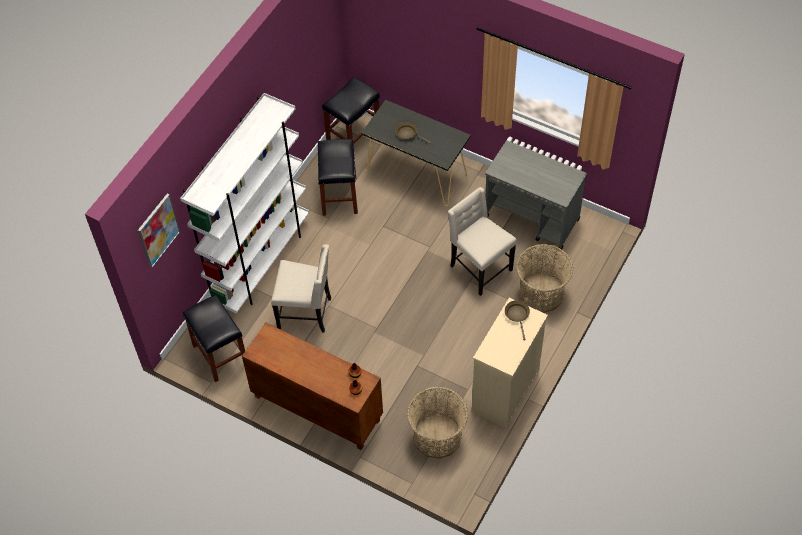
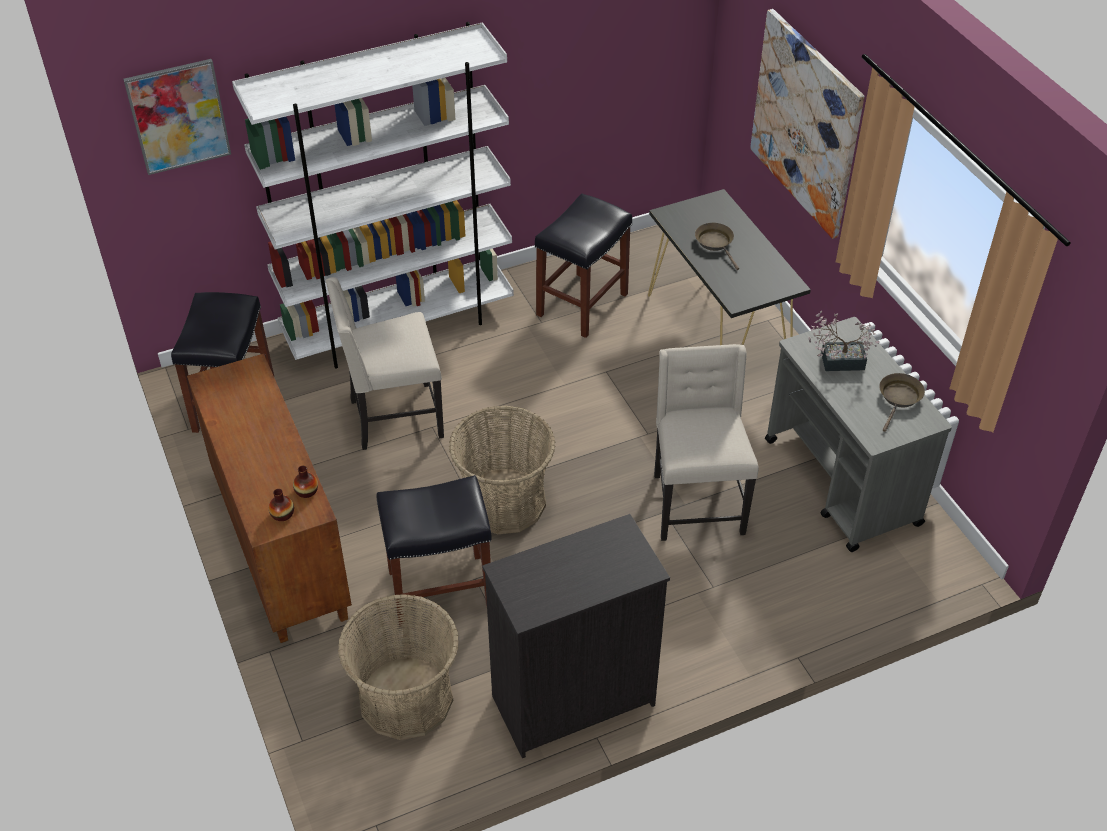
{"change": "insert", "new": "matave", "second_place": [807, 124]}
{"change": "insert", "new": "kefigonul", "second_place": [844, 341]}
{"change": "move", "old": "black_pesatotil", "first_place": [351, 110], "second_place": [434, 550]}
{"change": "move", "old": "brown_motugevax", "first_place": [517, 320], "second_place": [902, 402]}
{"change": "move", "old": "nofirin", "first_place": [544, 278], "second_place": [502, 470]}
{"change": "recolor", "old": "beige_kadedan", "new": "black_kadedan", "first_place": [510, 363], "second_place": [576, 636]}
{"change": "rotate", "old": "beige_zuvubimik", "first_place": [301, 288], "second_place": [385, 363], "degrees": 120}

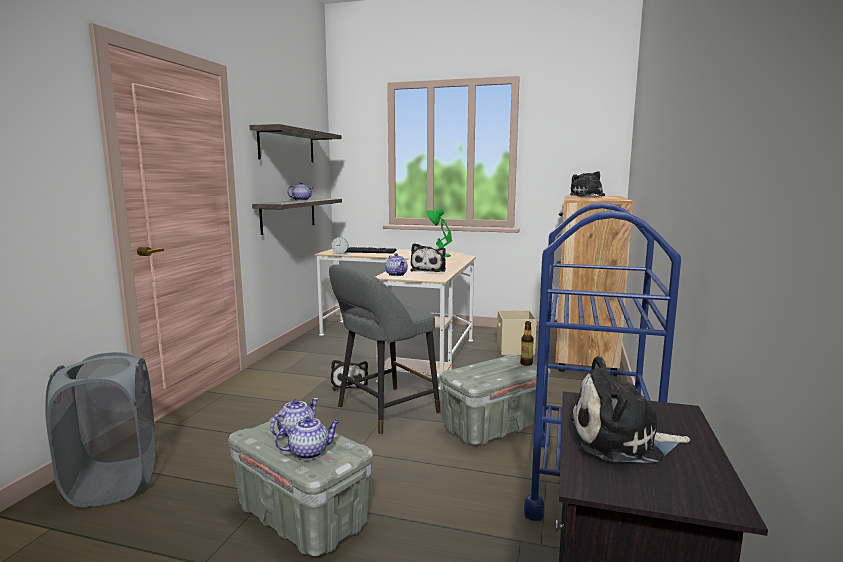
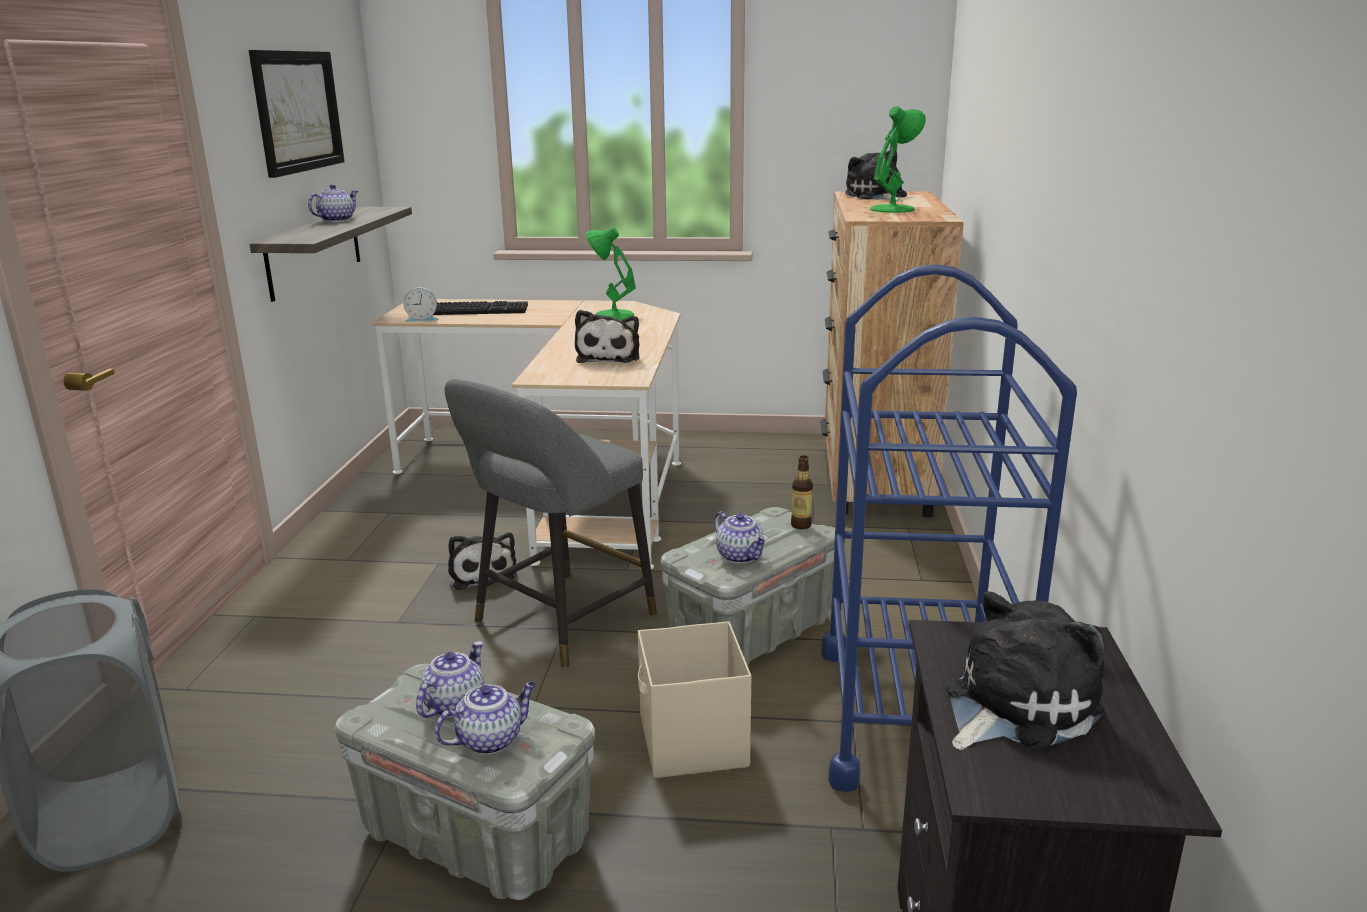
{"change": "insert", "new": "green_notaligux", "second_place": [898, 159]}
{"change": "move", "old": "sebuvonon", "first_place": [396, 264], "second_place": [741, 537]}
{"change": "move", "old": "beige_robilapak", "first_place": [517, 332], "second_place": [694, 699]}
{"change": "replace", "old": "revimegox", "new": "matave", "first_place": [295, 143], "second_place": [296, 114]}
{"change": "rotate", "old": "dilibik", "first_place": [630, 409], "second_place": [1025, 670], "degrees": 150}

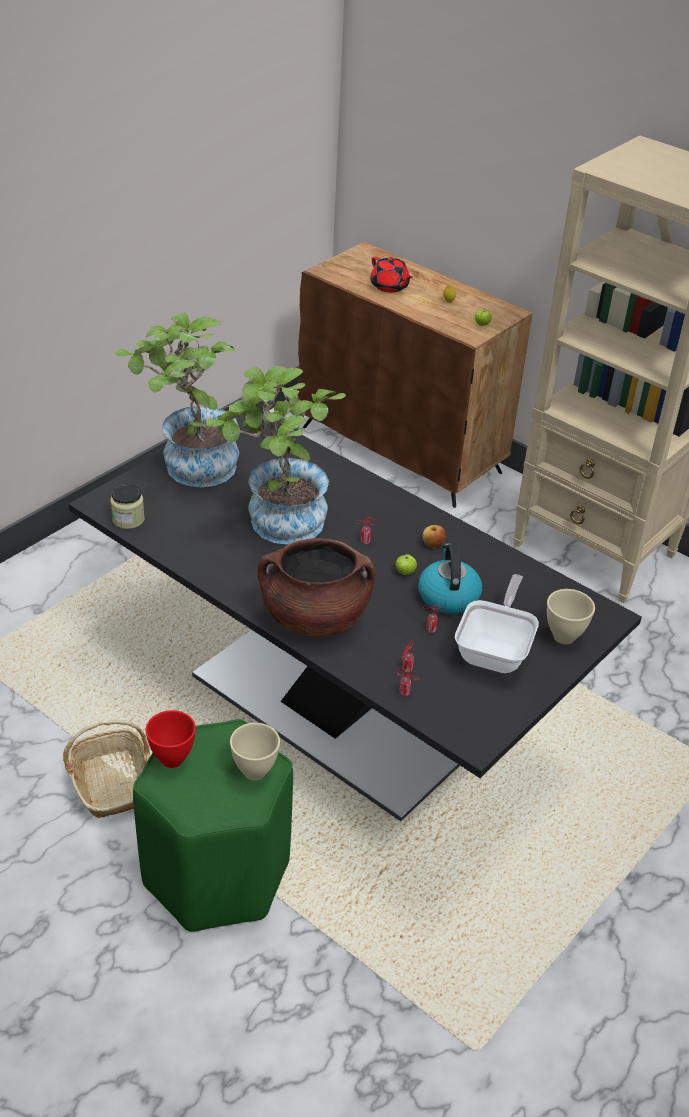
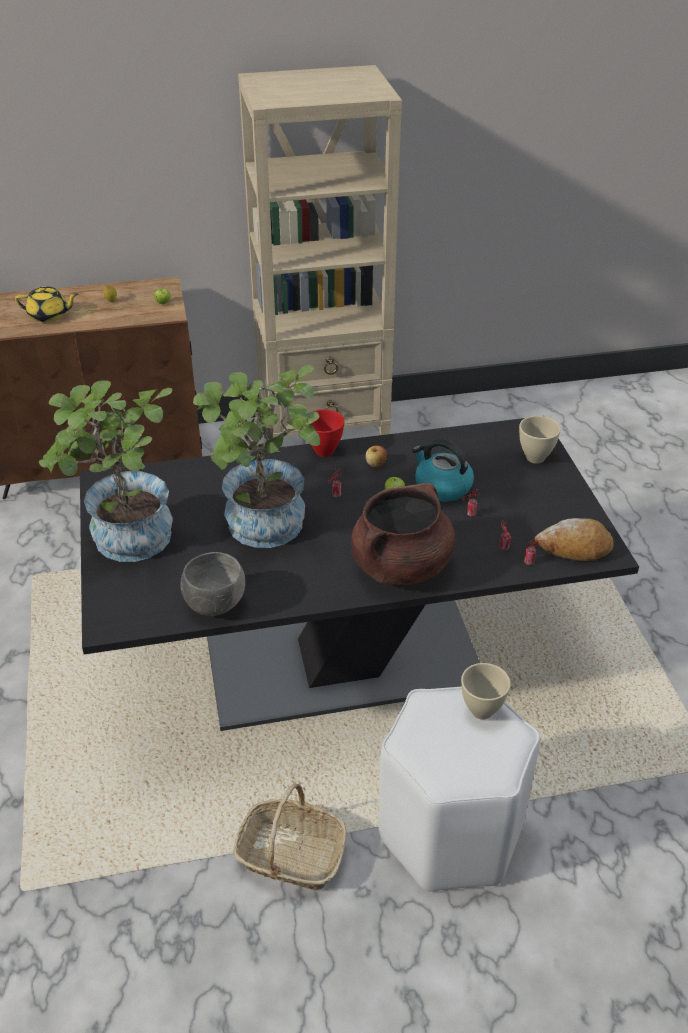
{"change": "delete", "old": "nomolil", "first_place": [127, 506]}
{"change": "delete", "old": "motugevax", "first_place": [497, 623]}
{"change": "insert", "new": "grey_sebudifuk", "second_place": [212, 584]}
{"change": "insert", "new": "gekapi", "second_place": [574, 539]}
{"change": "move", "old": "red_sebudifuk", "first_place": [171, 739], "second_place": [327, 433]}
{"change": "recolor", "old": "green_pesatotil", "new": "white_pesatotil", "first_place": [213, 825], "second_place": [459, 789]}
{"change": "recolor", "old": "red_sebuvonon", "new": "yellow_sebuvonon", "first_place": [391, 274], "second_place": [46, 304]}

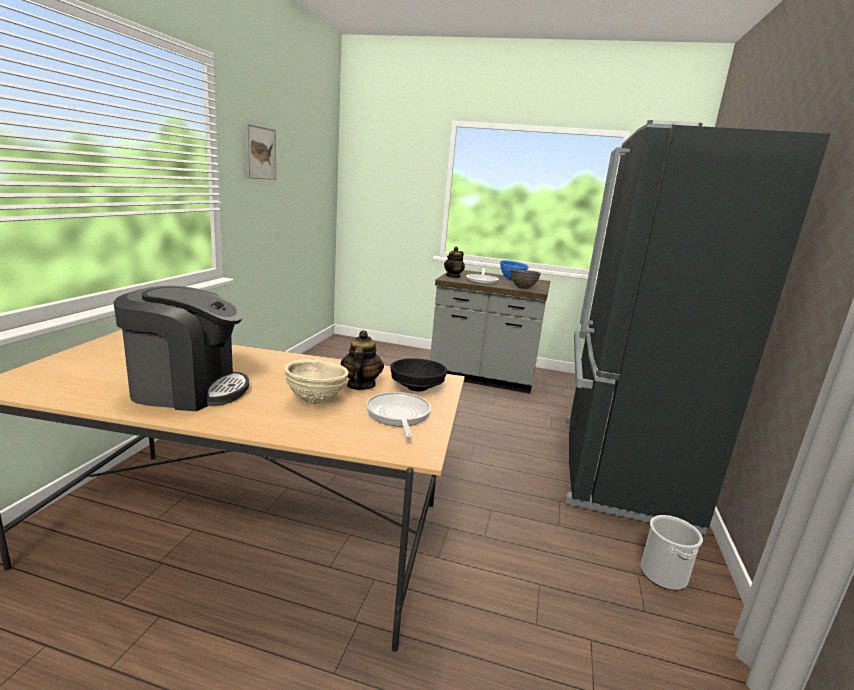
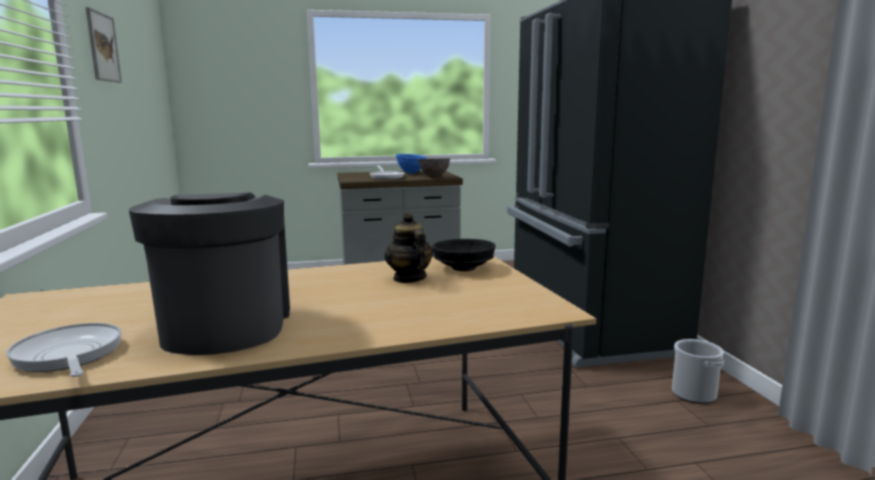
{"change": "delete", "old": "beige_sebudifuk", "first_place": [316, 381]}
{"change": "delete", "old": "sebuvonon", "first_place": [454, 262]}
{"change": "move", "old": "motugevax", "first_place": [398, 415], "second_place": [64, 350]}
{"change": "rotate", "old": "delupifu", "first_place": [181, 348], "second_place": [209, 273], "degrees": -75}

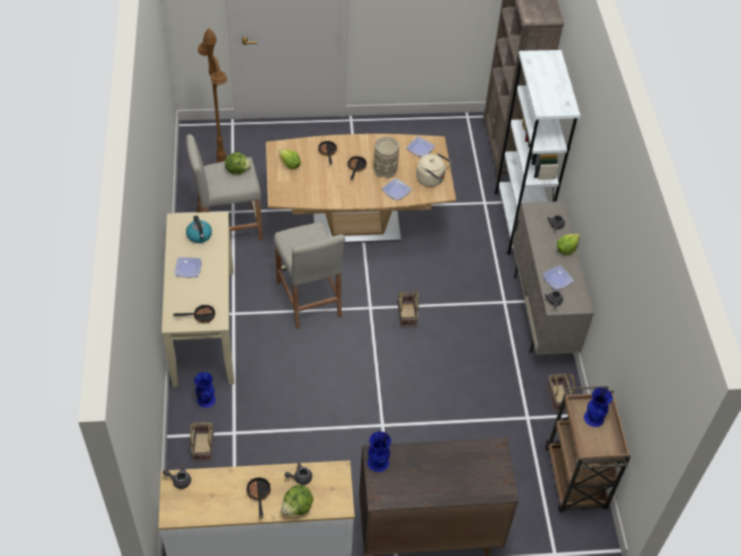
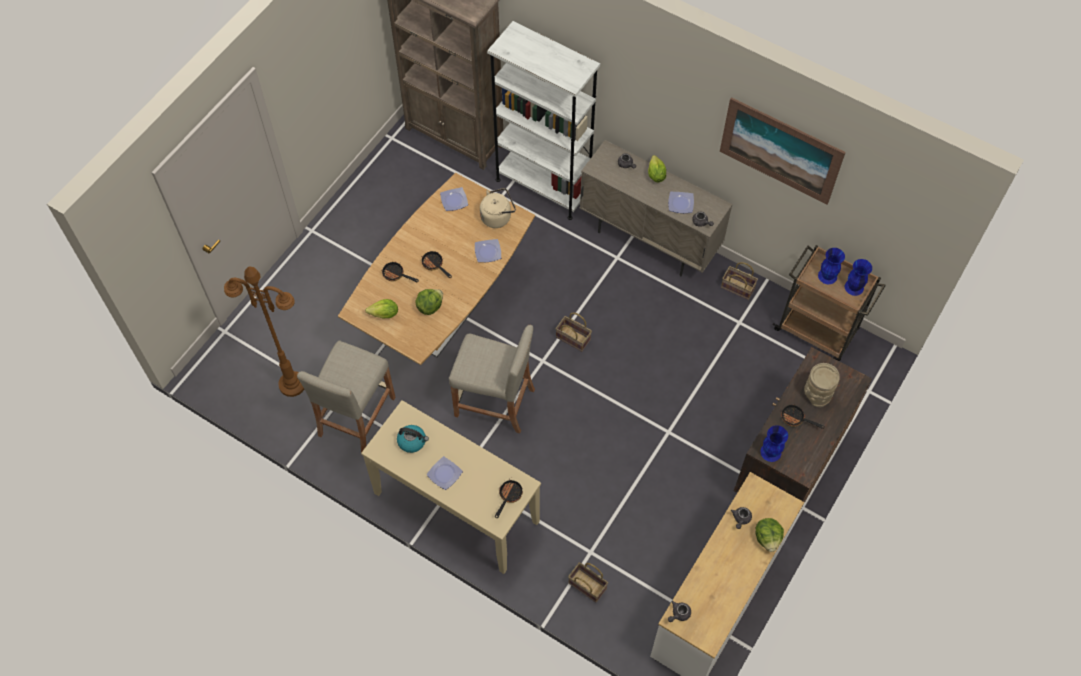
{"change": "insert", "new": "matave", "second_place": [783, 150]}
{"change": "move", "old": "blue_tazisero", "first_place": [205, 390], "second_place": [858, 277]}
{"change": "move", "old": "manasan", "first_place": [238, 163], "second_place": [429, 302]}
{"change": "move", "old": "motugevax", "first_place": [258, 497], "second_place": [803, 416]}
{"change": "move", "old": "beige_tazisero", "first_place": [386, 158], "second_place": [822, 385]}

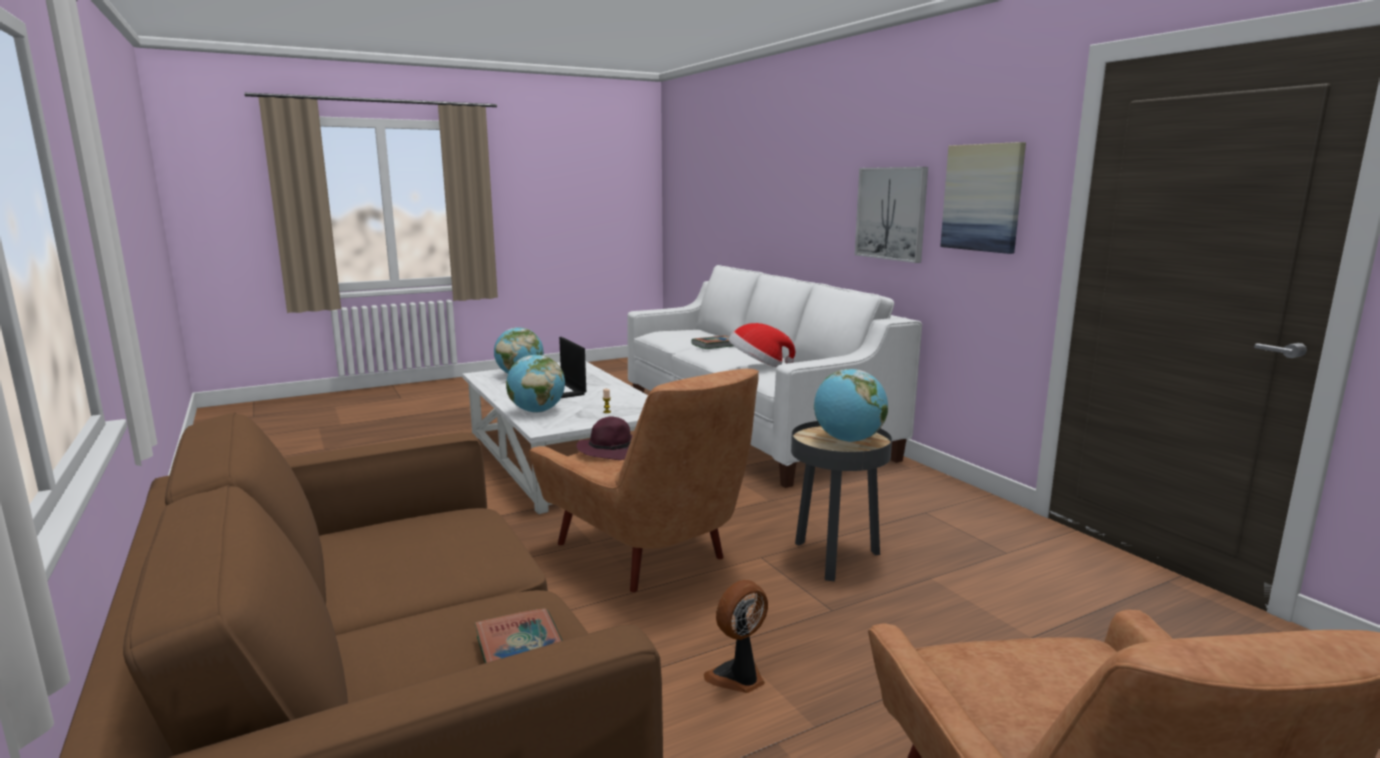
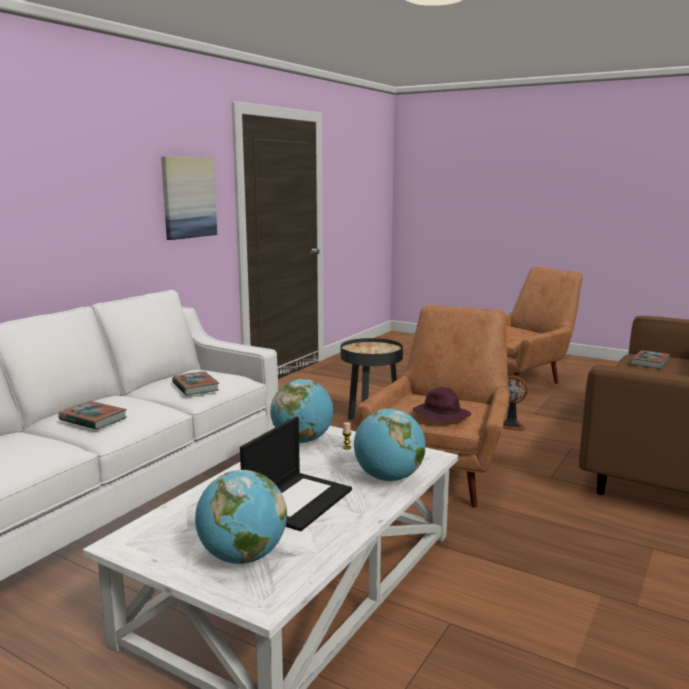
{"change": "delete", "old": "matave", "first_place": [891, 215]}
{"change": "move", "old": "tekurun", "first_place": [851, 405], "second_place": [301, 411]}
{"change": "replace", "old": "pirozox", "new": "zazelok", "first_place": [762, 345], "second_place": [195, 383]}

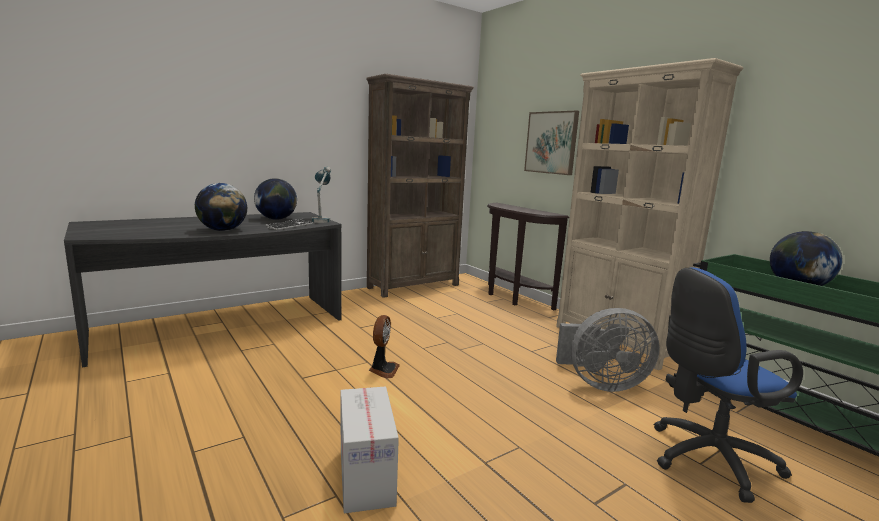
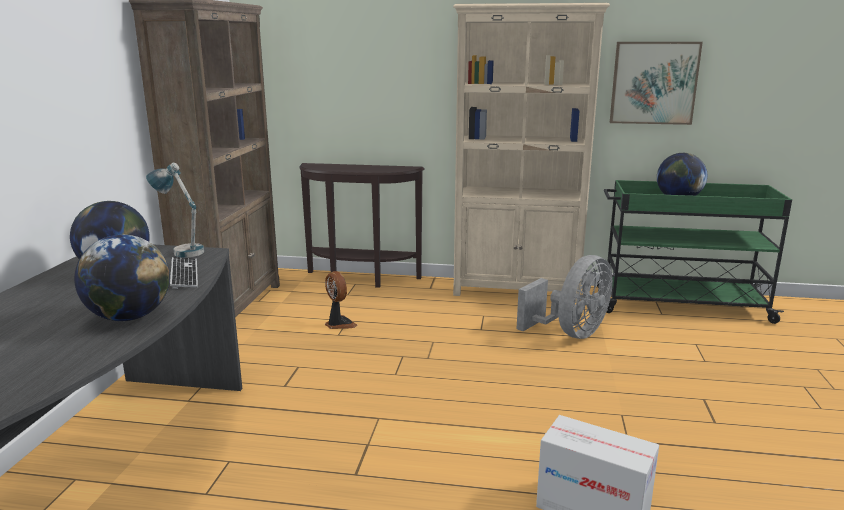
{"change": "delete", "old": "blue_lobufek", "first_place": [728, 385]}
{"change": "move", "old": "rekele", "first_place": [384, 347], "second_place": [341, 300]}
{"change": "move", "old": "matave", "first_place": [551, 143], "second_place": [656, 83]}

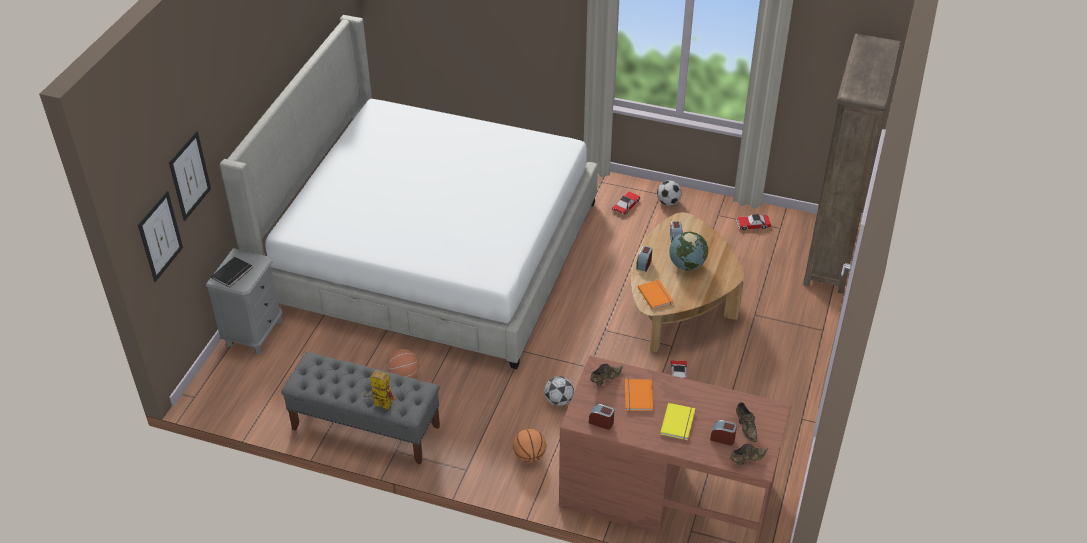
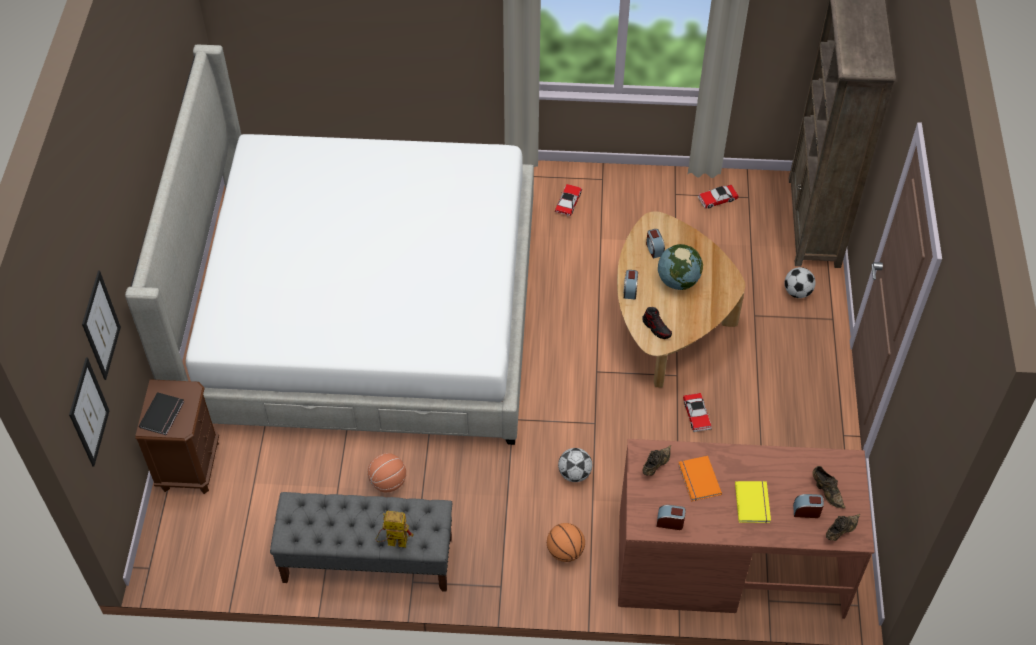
{"change": "move", "old": "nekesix", "first_place": [669, 192], "second_place": [800, 282]}
{"change": "replace", "old": "orange_zazelok", "new": "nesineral", "first_place": [655, 295], "second_place": [657, 323]}
{"change": "recolor", "old": "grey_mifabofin", "new": "brown_mifabofin", "first_place": [244, 301], "second_place": [177, 436]}

